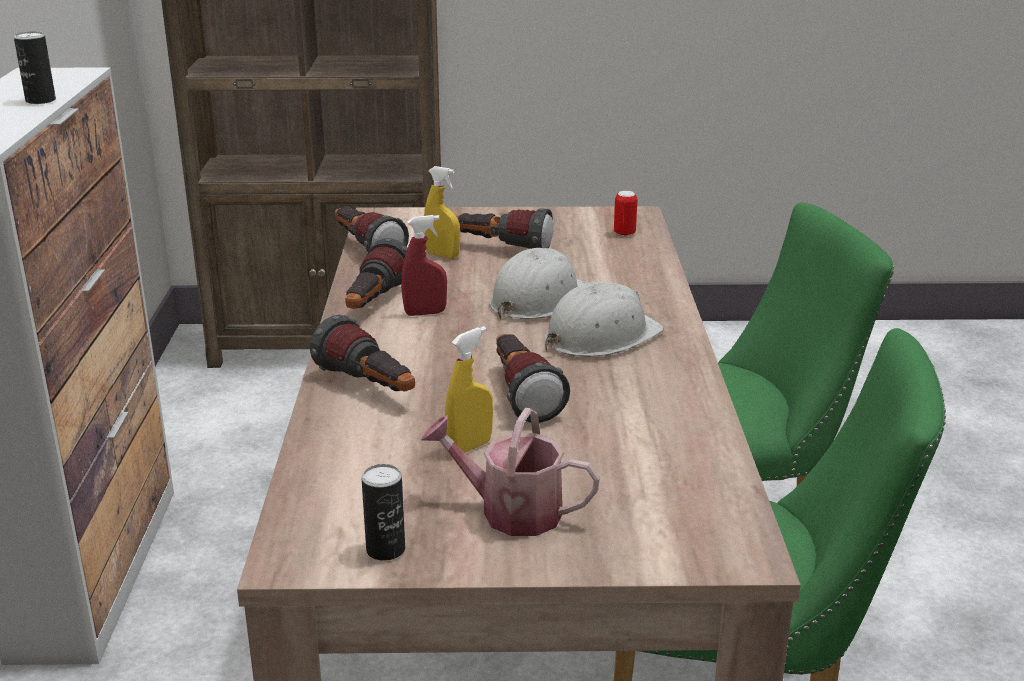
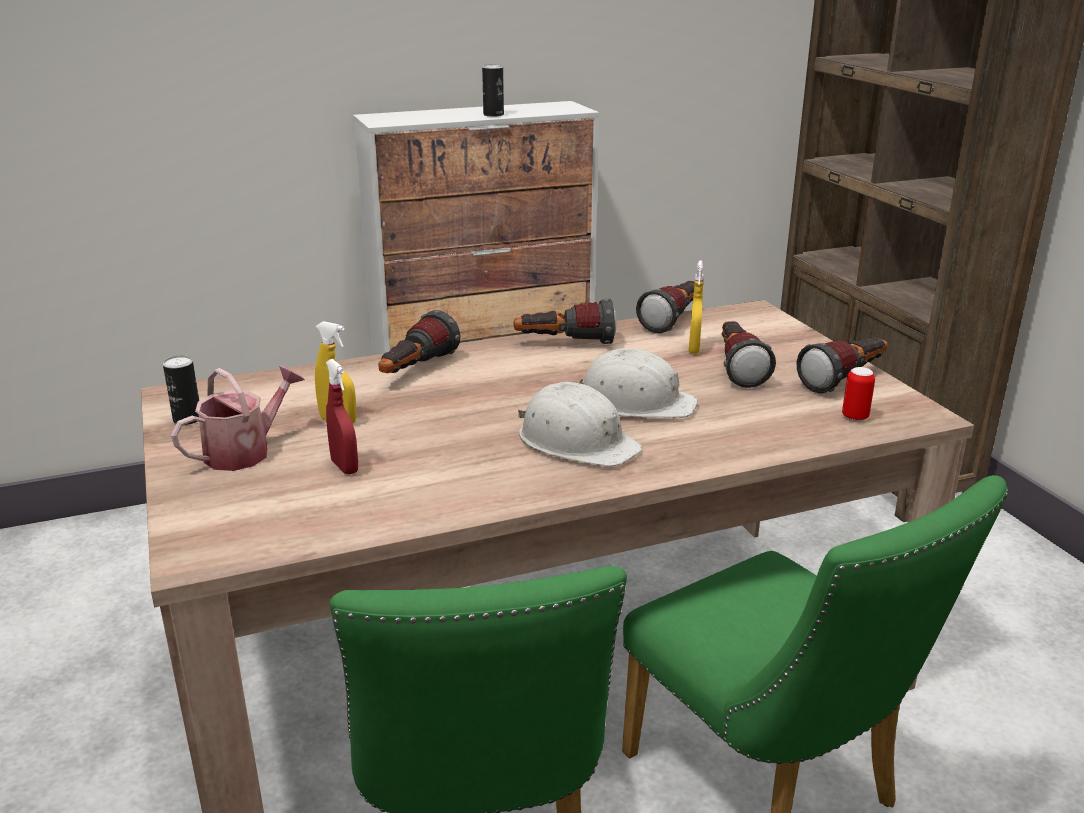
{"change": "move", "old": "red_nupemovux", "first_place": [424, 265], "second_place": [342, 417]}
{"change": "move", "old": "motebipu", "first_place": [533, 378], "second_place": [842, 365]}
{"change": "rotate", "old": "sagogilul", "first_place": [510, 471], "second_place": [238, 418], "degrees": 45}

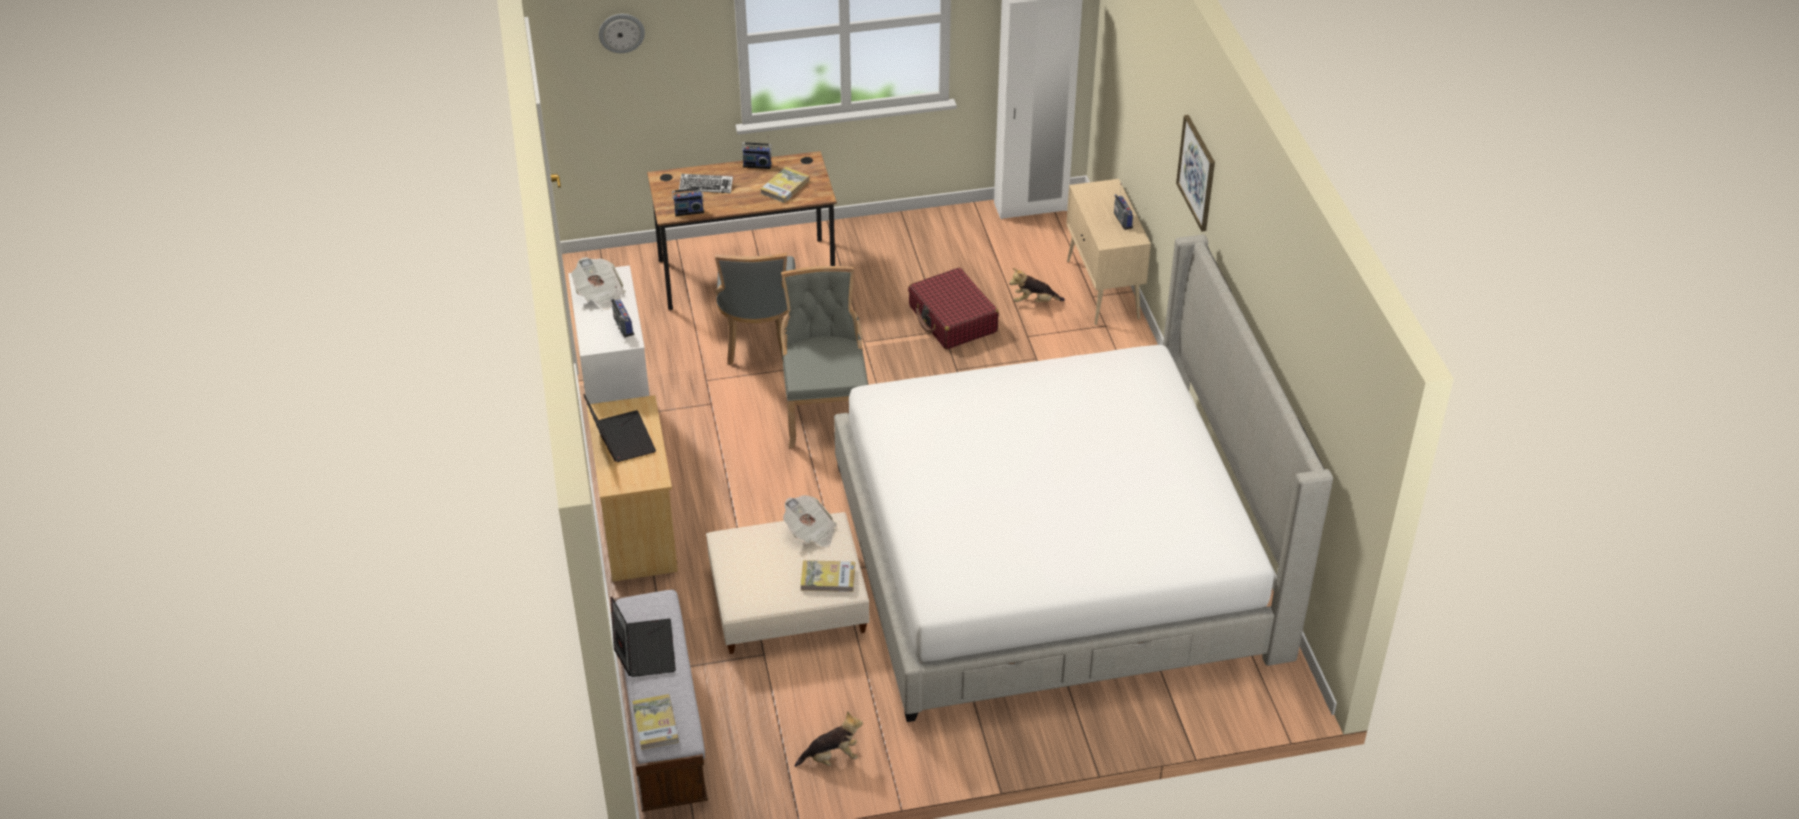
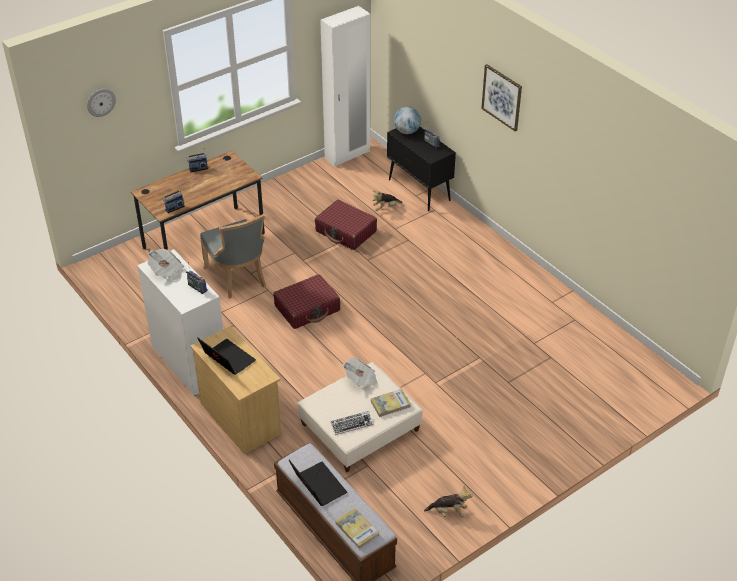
{"change": "delete", "old": "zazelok", "first_place": [785, 185]}
{"change": "delete", "old": "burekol", "first_place": [1083, 478]}
{"change": "insert", "new": "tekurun", "second_place": [407, 120]}
{"change": "move", "old": "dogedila", "first_place": [706, 183], "second_place": [352, 423]}
{"change": "replace", "old": "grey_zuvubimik", "new": "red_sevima", "first_place": [824, 357], "second_place": [306, 301]}
{"change": "recolor", "old": "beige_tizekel", "new": "black_tizekel", "first_place": [1108, 252], "second_place": [421, 169]}
{"change": "rotate", "old": "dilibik", "first_place": [829, 739], "second_place": [448, 501], "degrees": 45}

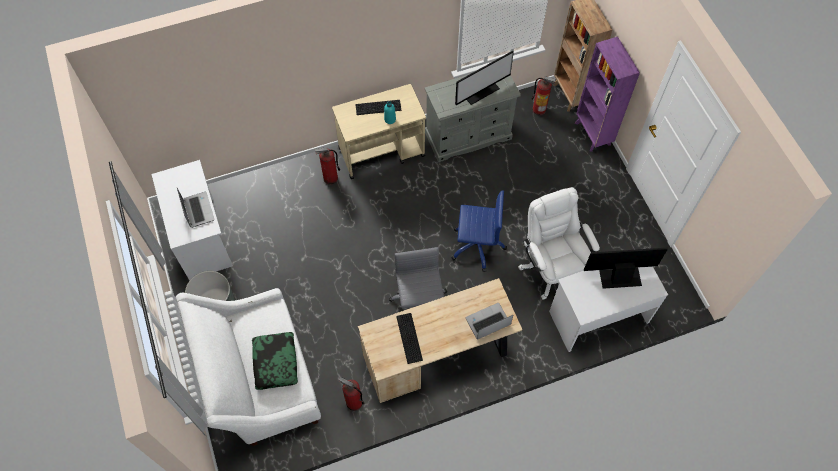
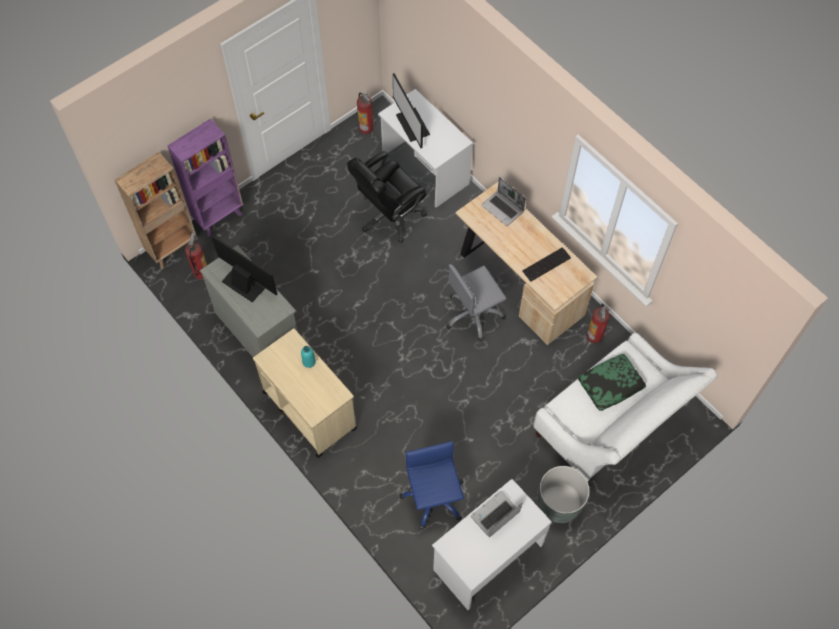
{"change": "delete", "old": "dogedila", "first_place": [378, 107]}
{"change": "move", "old": "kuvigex", "first_place": [327, 166], "second_place": [365, 114]}
{"change": "move", "old": "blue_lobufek", "first_place": [479, 231], "second_place": [432, 485]}
{"change": "recolor", "old": "white_lobufek", "new": "black_lobufek", "first_place": [559, 243], "second_place": [387, 197]}

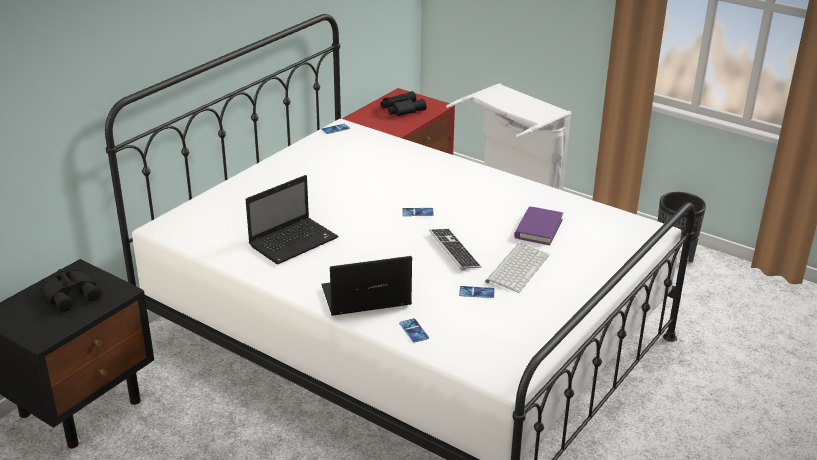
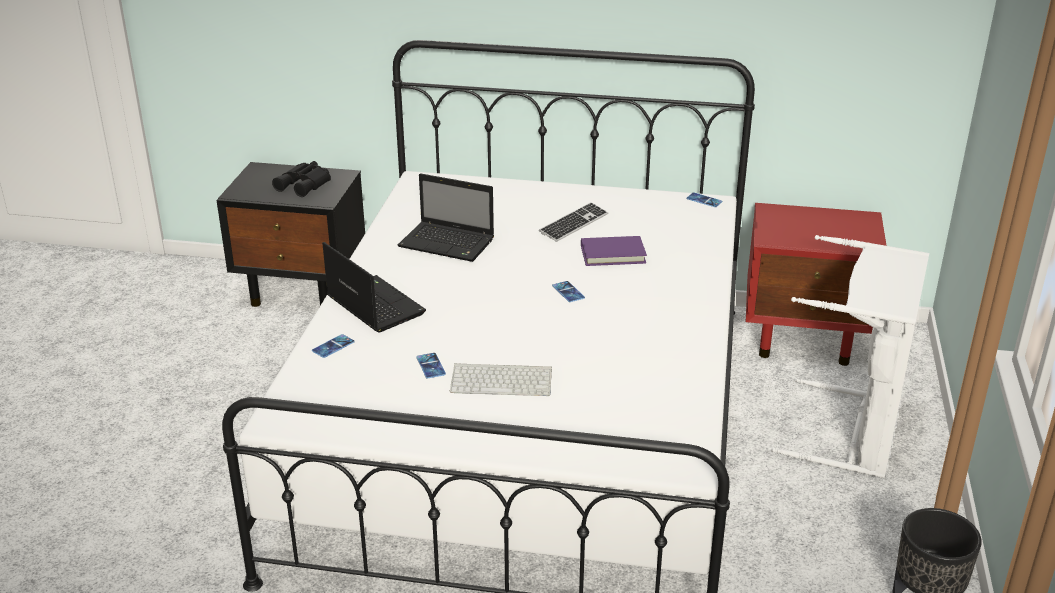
{"change": "delete", "old": "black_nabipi", "first_place": [404, 103]}
{"change": "move", "old": "dogedila", "first_place": [455, 249], "second_place": [573, 222]}
{"change": "move", "old": "purple_zazelok", "first_place": [538, 225], "second_place": [614, 251]}

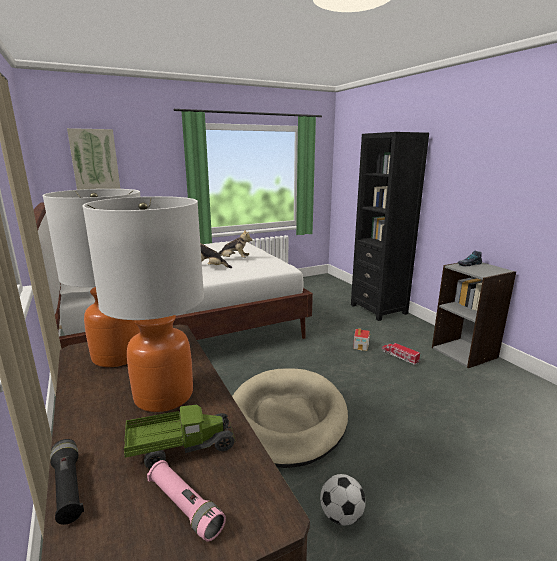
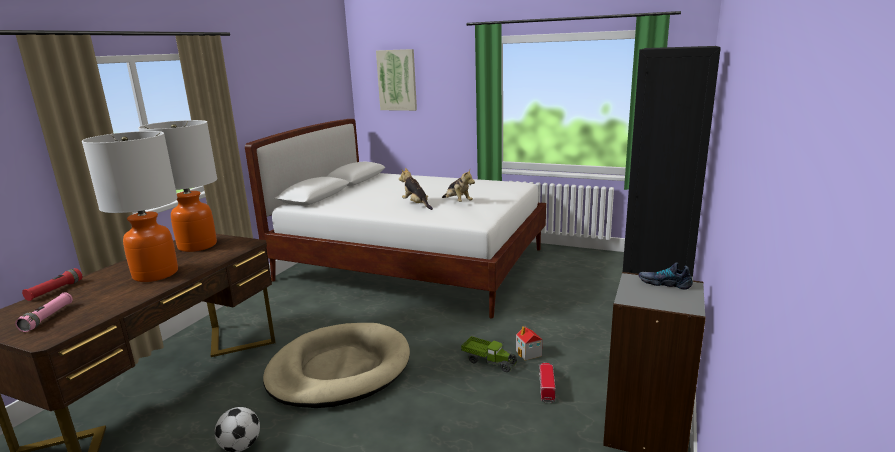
{"change": "move", "old": "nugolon", "first_place": [179, 437], "second_place": [489, 354]}
{"change": "recolor", "old": "black_motebipu", "new": "red_motebipu", "first_place": [67, 482], "second_place": [52, 284]}

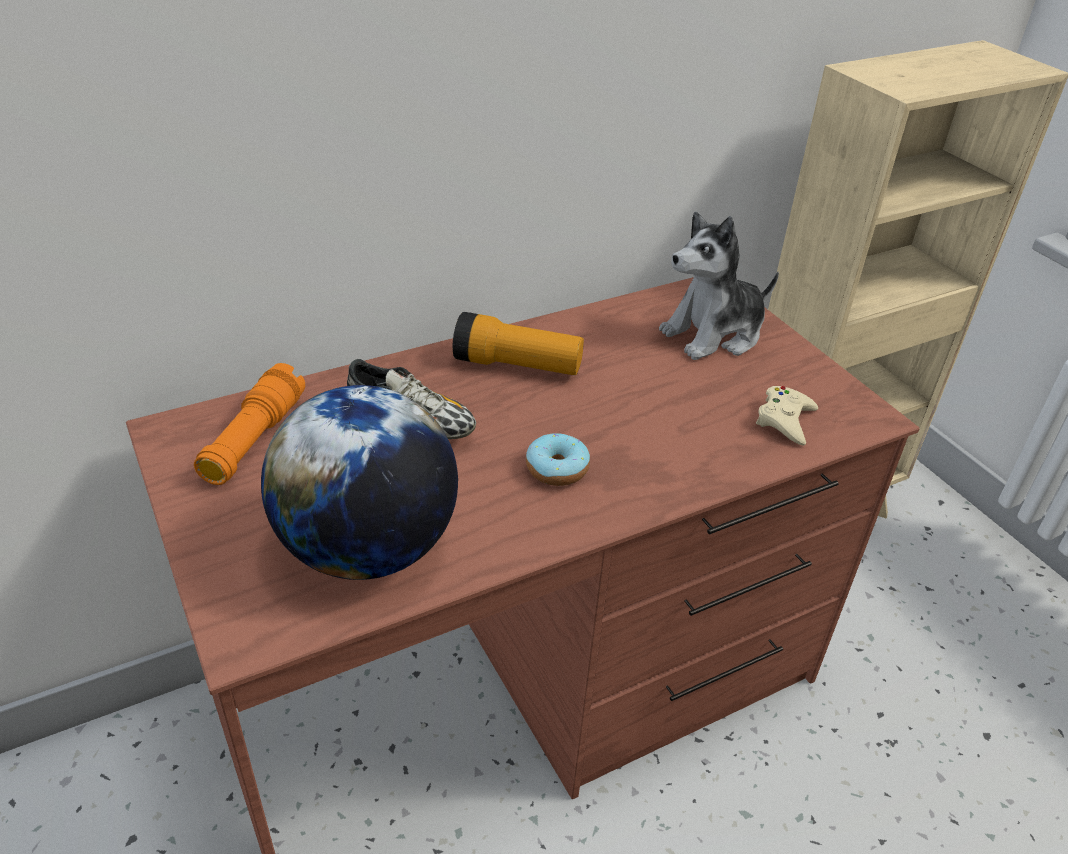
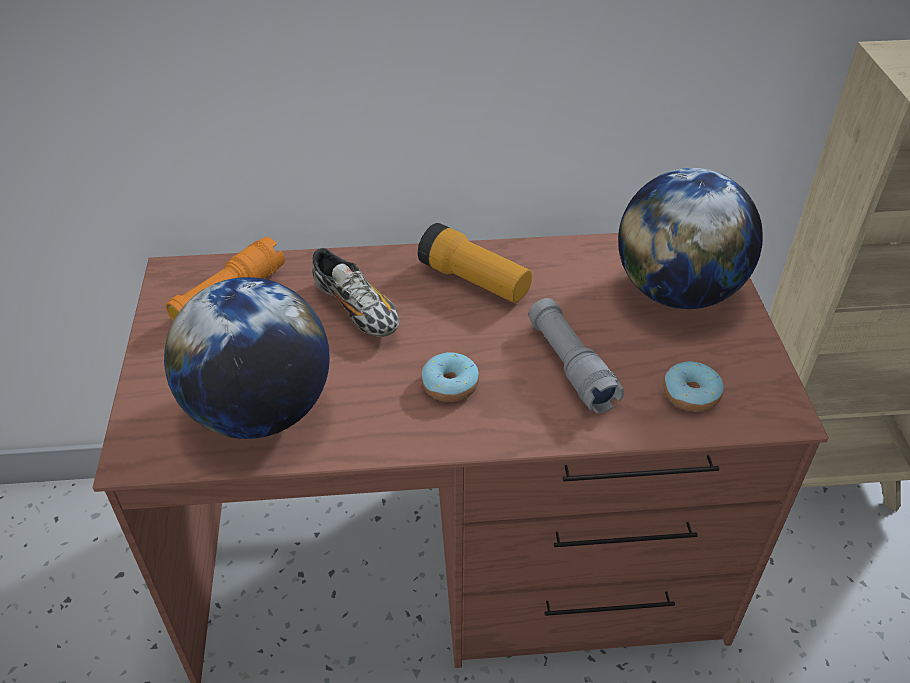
{"change": "insert", "new": "grey_motebipu", "second_place": [576, 356]}
{"change": "replace", "old": "dilibik", "new": "tekurun", "first_place": [719, 286], "second_place": [690, 238]}
{"change": "replace", "old": "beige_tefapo", "new": "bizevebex", "first_place": [787, 416], "second_place": [693, 386]}

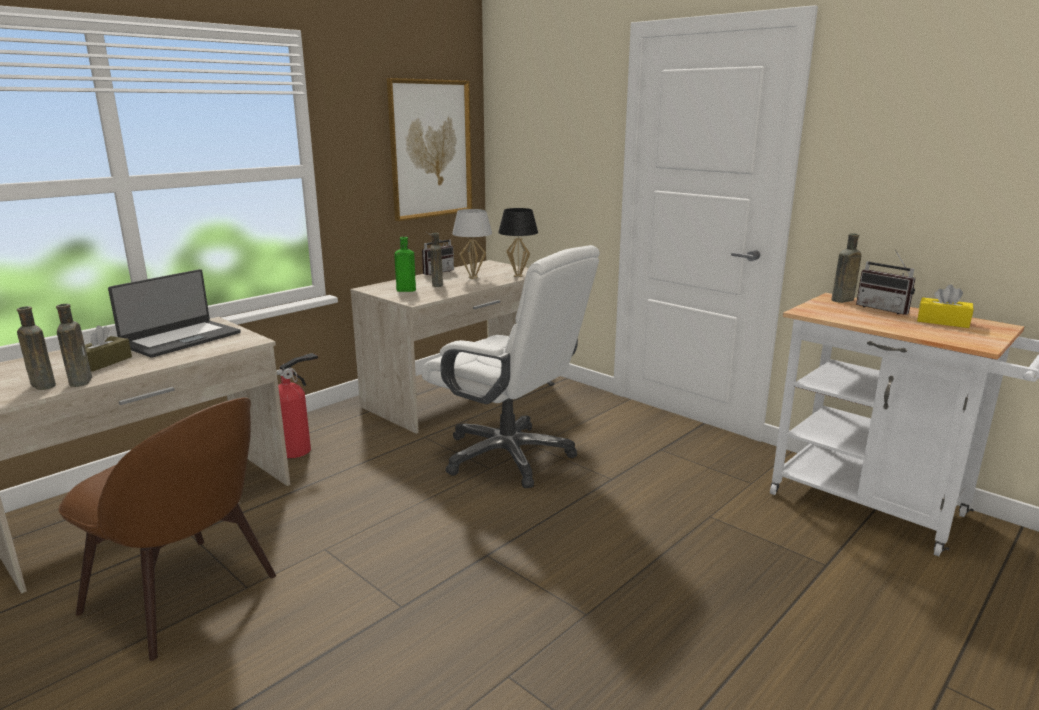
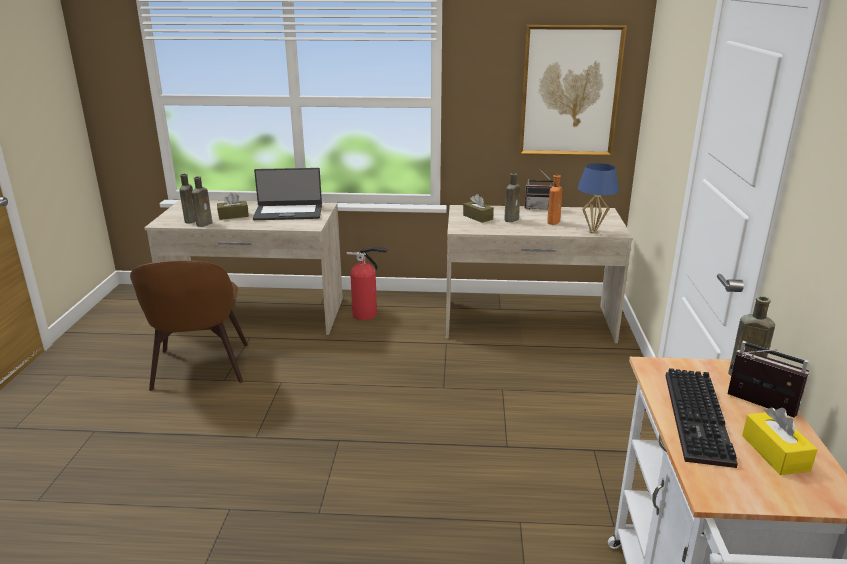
{"change": "delete", "old": "white_lobufek", "first_place": [511, 366]}
{"change": "insert", "new": "dogedila", "second_place": [702, 418]}
{"change": "replace", "old": "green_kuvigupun", "new": "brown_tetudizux", "first_place": [405, 264], "second_place": [478, 208]}
{"change": "replace", "old": "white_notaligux", "new": "orange_kuvigupun", "first_place": [472, 244], "second_place": [554, 200]}
{"change": "recolor", "old": "black_notaligux", "new": "blue_notaligux", "first_place": [518, 242], "second_place": [598, 198]}
{"change": "rotate", "old": "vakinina", "first_place": [886, 282], "second_place": [768, 379], "degrees": 120}

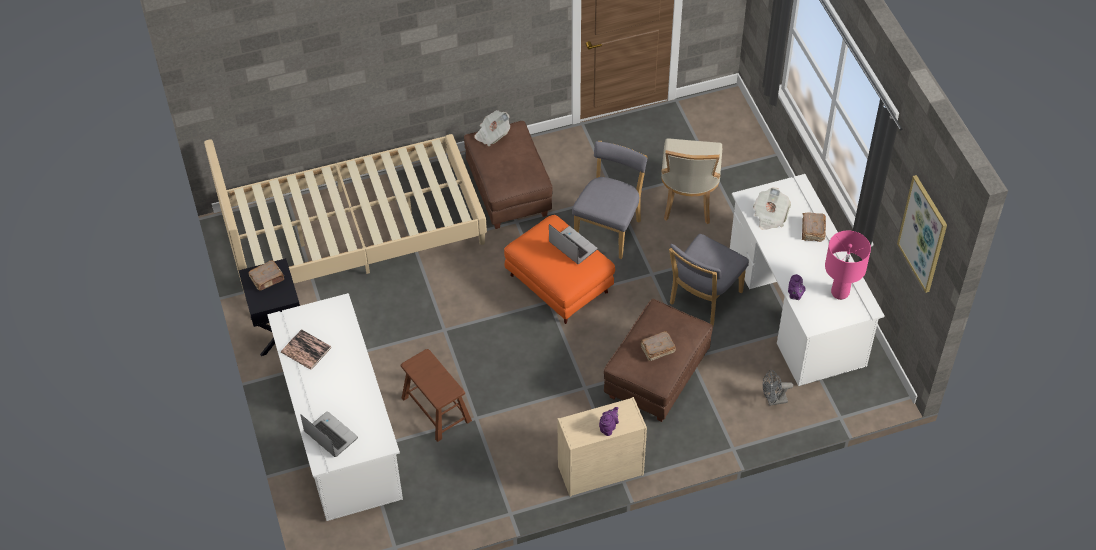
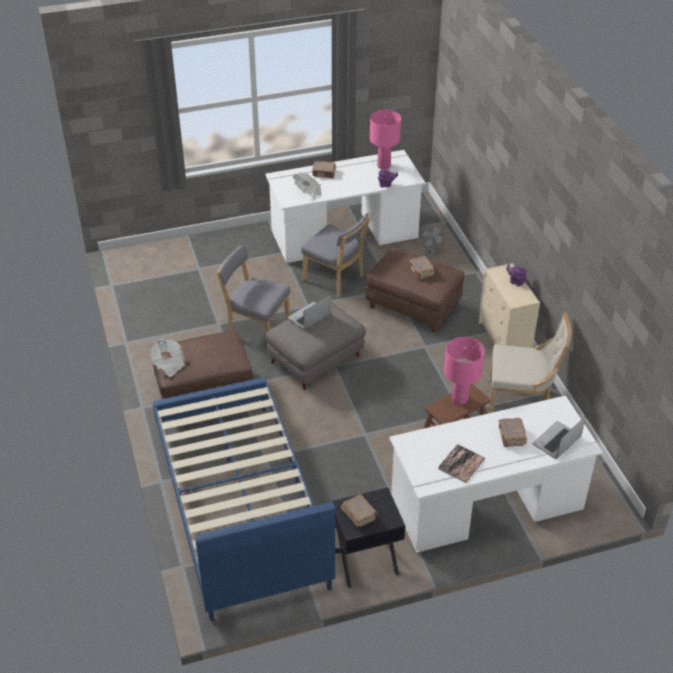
{"change": "delete", "old": "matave", "first_place": [922, 234]}
{"change": "insert", "new": "pink_notaligux", "second_place": [464, 371]}
{"change": "insert", "new": "brown_zazelok", "second_place": [512, 432]}
{"change": "move", "old": "beige_zuvubimik", "first_place": [691, 181], "second_place": [530, 362]}
{"change": "recolor", "old": "beige_burekol", "new": "blue_burekol", "first_place": [345, 214], "second_place": [244, 499]}
{"change": "recolor", "old": "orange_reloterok", "new": "grey_reloterok", "first_place": [559, 269], "second_place": [315, 346]}

